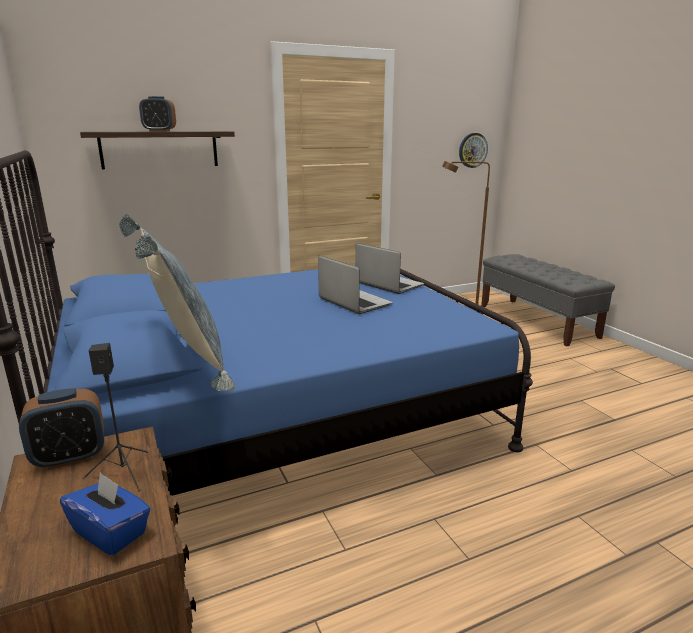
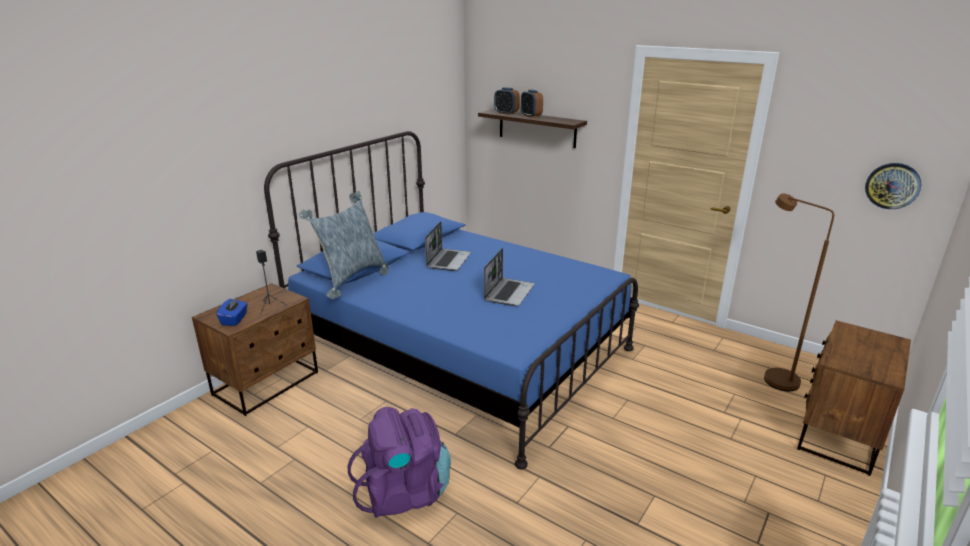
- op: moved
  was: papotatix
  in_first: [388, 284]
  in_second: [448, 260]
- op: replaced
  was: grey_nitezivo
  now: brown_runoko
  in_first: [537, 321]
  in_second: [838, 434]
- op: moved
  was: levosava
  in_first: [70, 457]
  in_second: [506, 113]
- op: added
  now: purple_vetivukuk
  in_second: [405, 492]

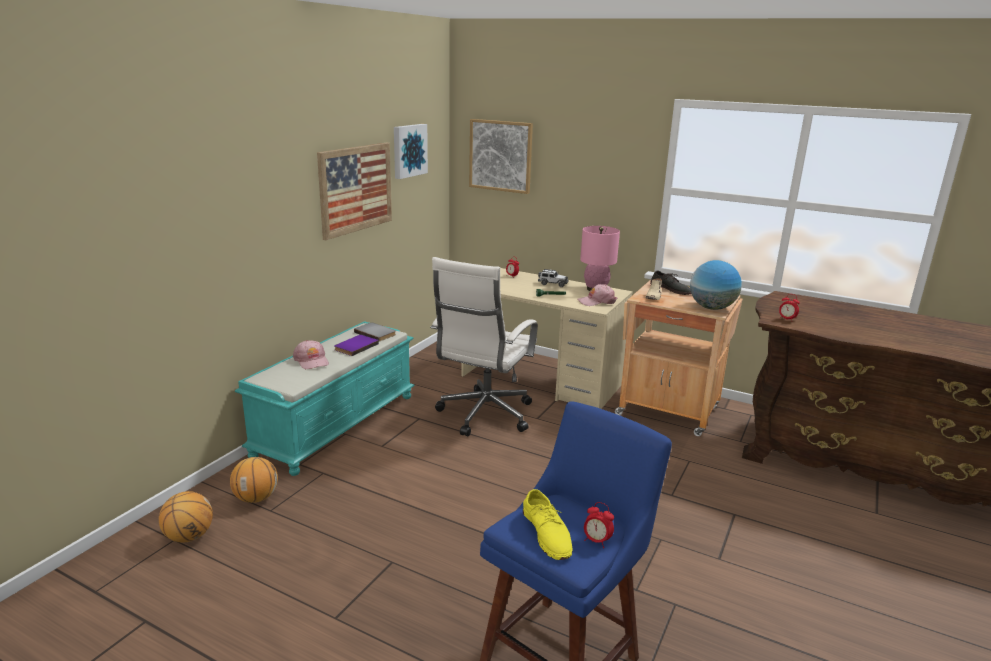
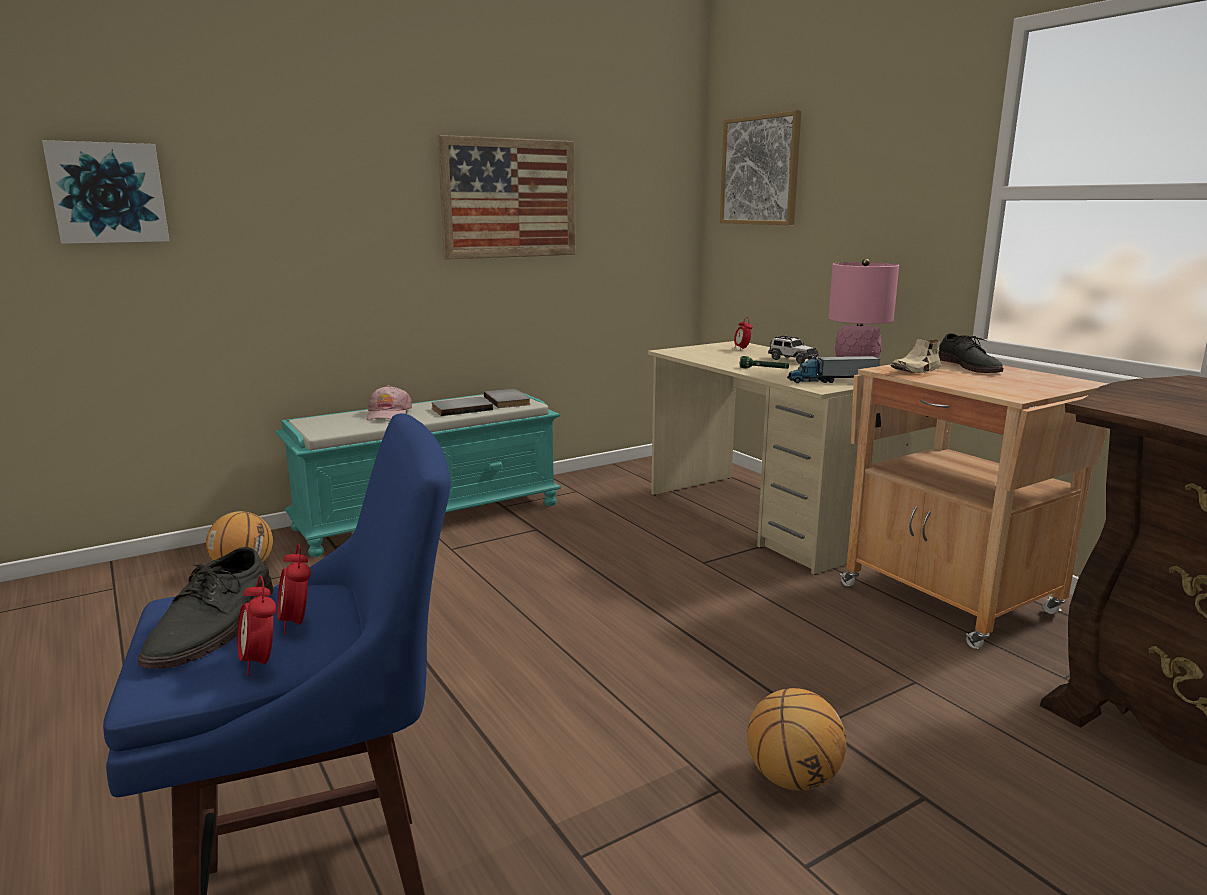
- op: moved
  was: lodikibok
  in_first: [408, 150]
  in_second: [108, 193]
- op: removed
  was: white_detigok
  in_first: [483, 416]
- op: removed
  was: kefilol
  in_first: [712, 308]
- op: replaced
  was: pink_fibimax
  now: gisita
  in_first: [596, 301]
  in_second: [832, 381]
- op: moved
  was: levosava
  in_first: [786, 319]
  in_second: [297, 623]
- op: recoloured
  was: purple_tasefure
  now: grey_tasefure
  in_first: [355, 346]
  in_second: [461, 409]
- op: recoloured
  was: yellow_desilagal
  now: grey_desilagal
  in_first: [547, 532]
  in_second: [214, 627]
- op: moved
  was: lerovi
  in_first: [189, 537]
  in_second: [792, 779]

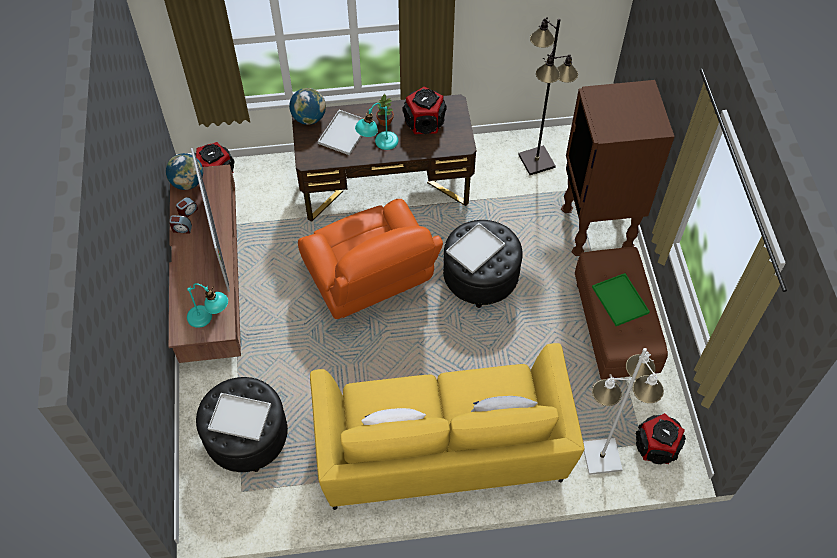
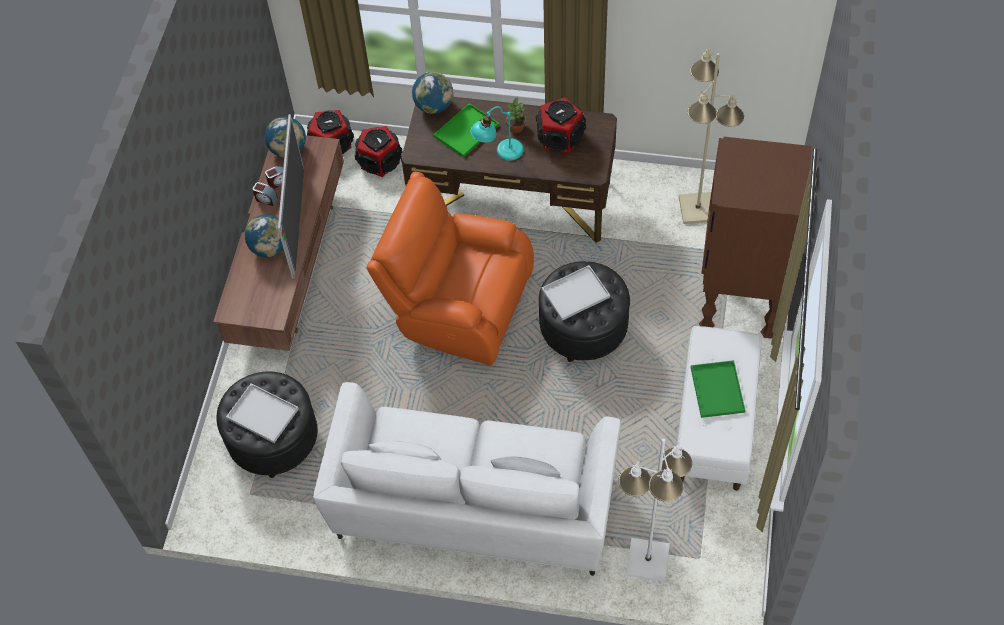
- op: recoloured
  was: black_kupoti
  now: beige_kupoti
  in_first: [536, 160]
  in_second: [698, 208]
- op: recoloured
  was: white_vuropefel
  now: green_vuropefel
  in_first: [344, 134]
  in_second: [466, 132]
- op: turned
  was: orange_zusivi
  in_first: [370, 283]
  in_second: [459, 306]
  clockwise: 120
- op: recoloured
  was: brown_nitezivo
  now: white_nitezivo
  in_first: [614, 331]
  in_second: [715, 425]
- op: removed
  was: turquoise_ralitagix
  in_first: [210, 318]
- op: recoloured
  was: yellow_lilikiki
  now: white_lilikiki
  in_first: [441, 451]
  in_second: [473, 507]
- op: moved
  was: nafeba
  in_first: [656, 446]
  in_second: [380, 161]
- op: added
  now: kefilol
  in_second: [270, 248]

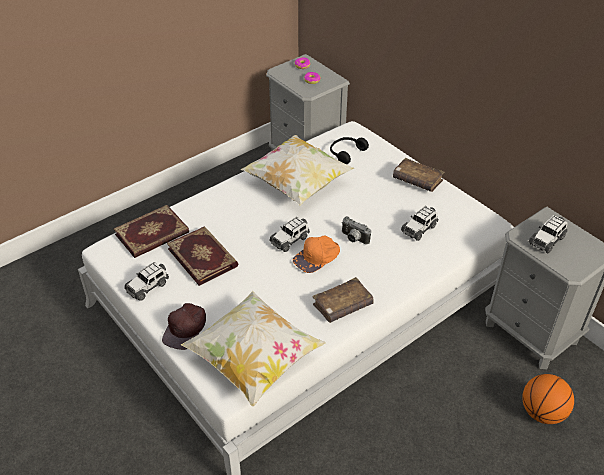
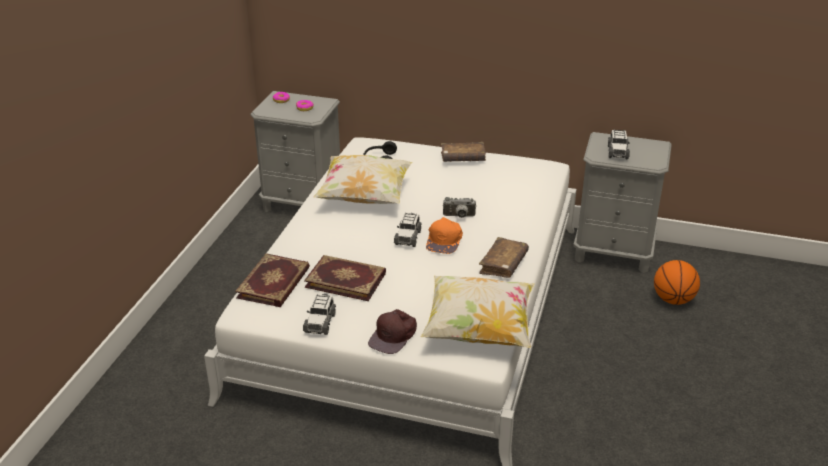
- op: removed
  was: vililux
  in_first: [419, 228]
- op: turned
  was: brown_fibimax
  in_first: [185, 328]
  in_second: [394, 336]
  clockwise: 45

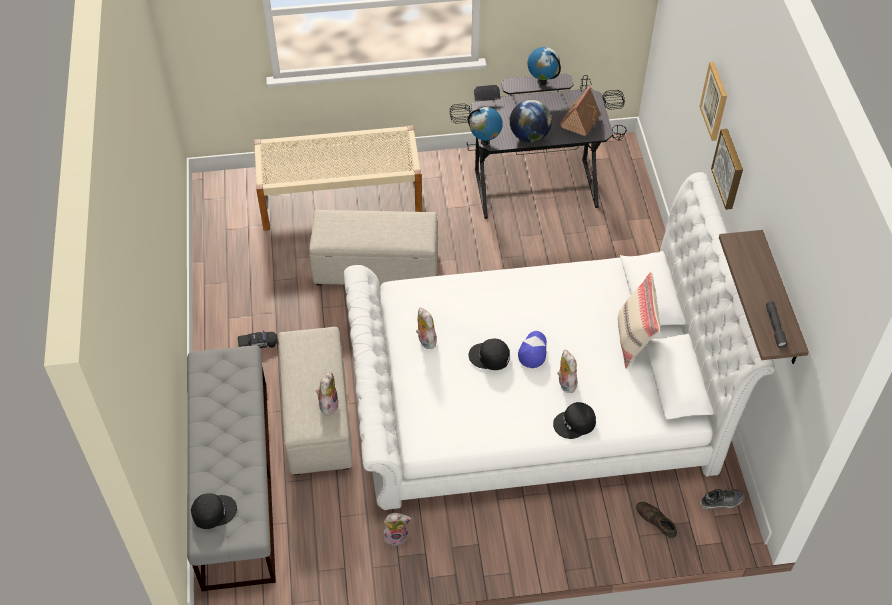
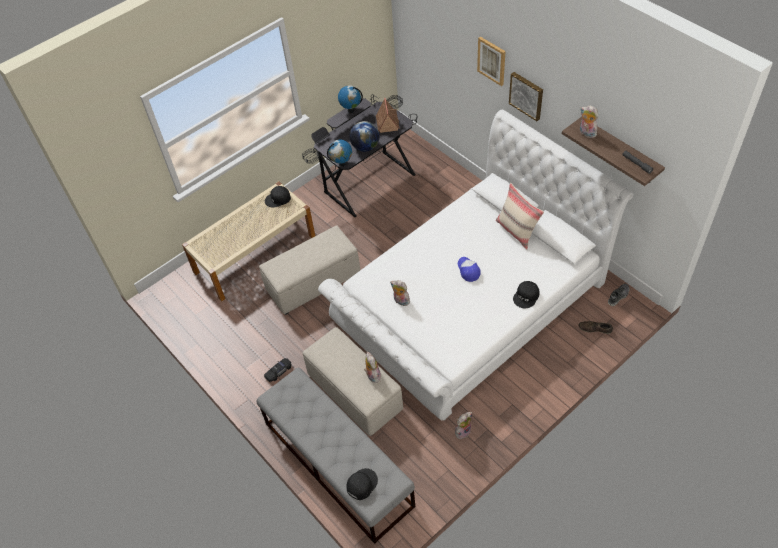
- op: moved
  was: black_fibimax
  in_first: [489, 357]
  in_second: [278, 199]
- op: moved
  was: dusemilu
  in_first: [565, 383]
  in_second: [586, 133]

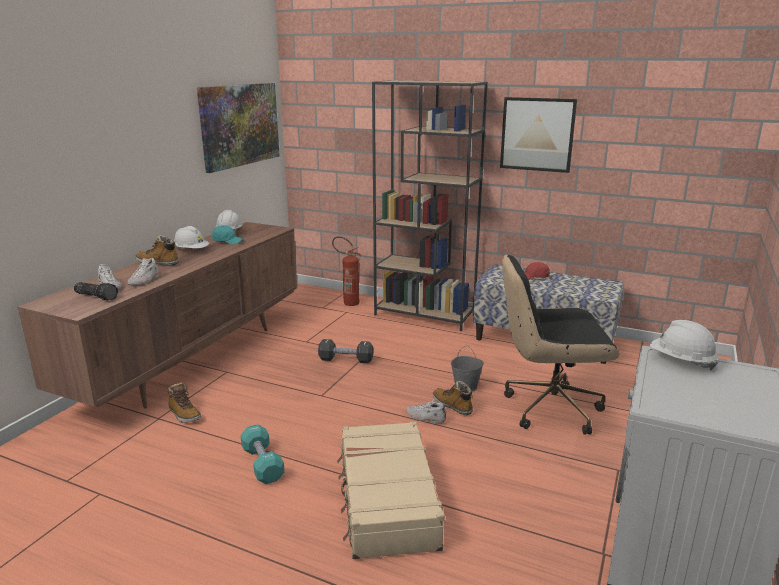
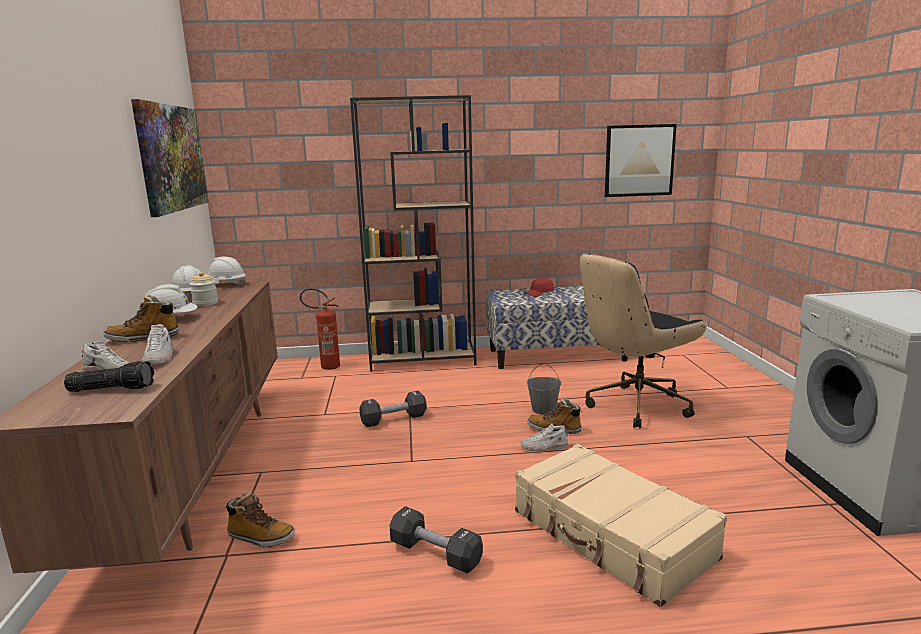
- op: moved
  was: lodikibok
  in_first: [537, 134]
  in_second: [639, 160]
- op: replaced
  was: turquoise_fibimax
  now: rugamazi
  in_first: [227, 241]
  in_second: [205, 303]
- op: moved
  was: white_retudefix
  in_first: [681, 361]
  in_second: [226, 285]
- op: recoloured
  was: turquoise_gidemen
  now: black_gidemen
  in_first: [262, 464]
  in_second: [435, 554]

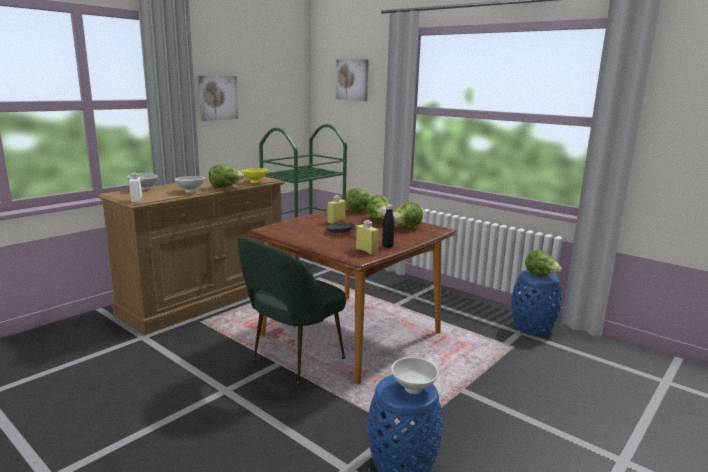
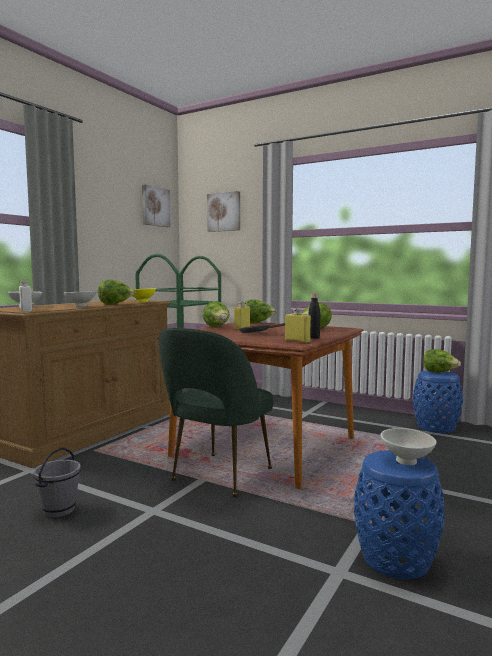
- op: moved
  was: lodikibok
  in_first: [217, 98]
  in_second: [155, 206]
- op: moved
  was: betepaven
  in_first: [379, 220]
  in_second: [217, 327]
- op: added
  now: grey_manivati
  in_second: [58, 510]

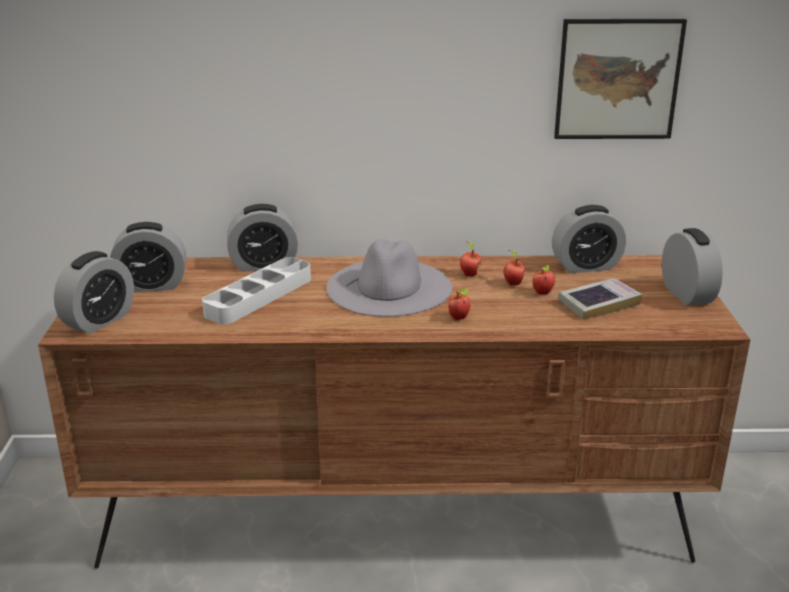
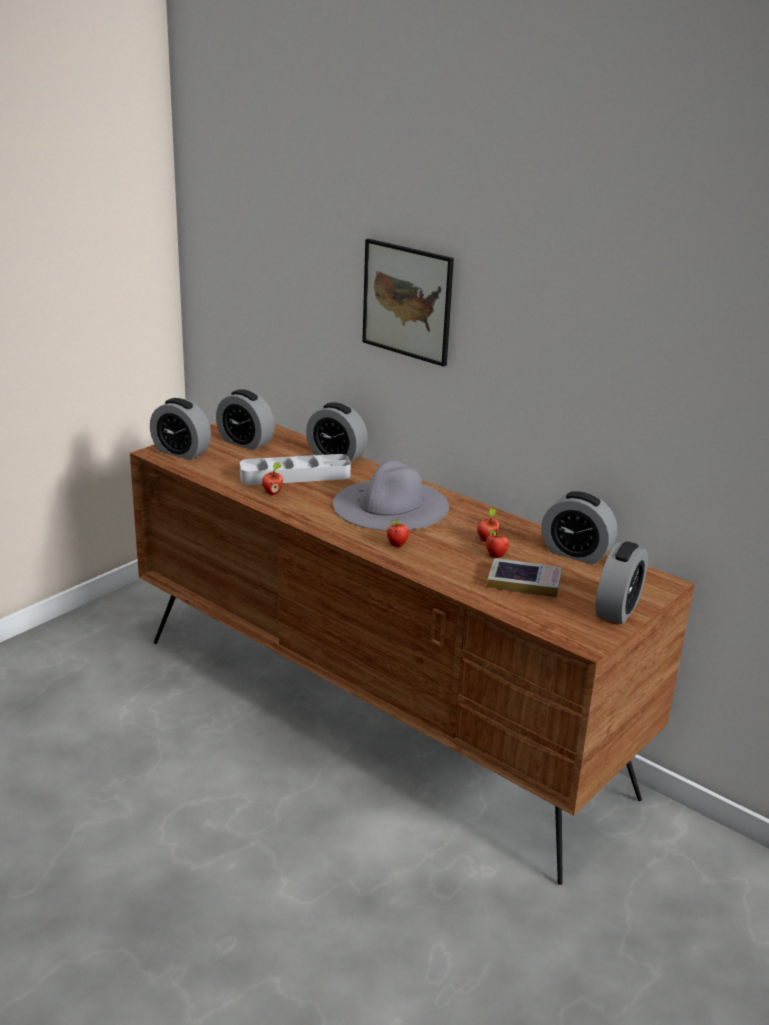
- op: moved
  was: lodikibok
  in_first: [617, 79]
  in_second: [407, 301]
- op: moved
  was: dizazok
  in_first: [469, 274]
  in_second: [272, 492]
- op: turned
  was: levosava
  in_first: [99, 320]
  in_second: [181, 452]
  clockwise: 45

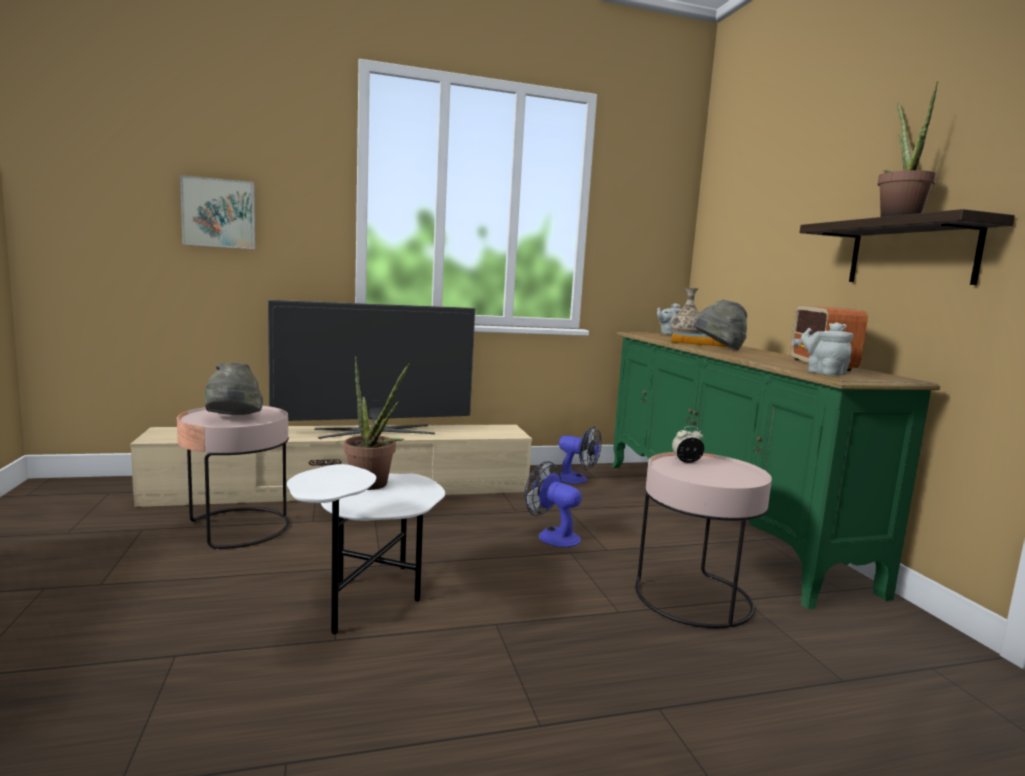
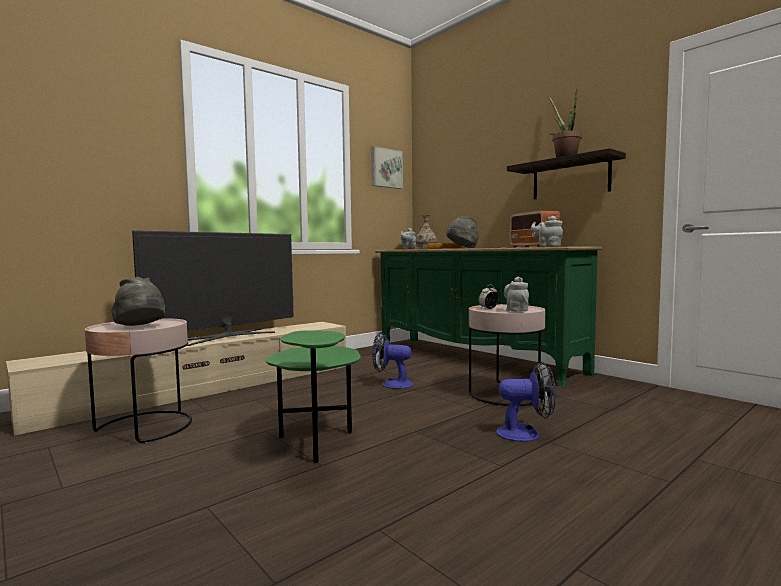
- op: moved
  was: lodikibok
  in_first: [219, 213]
  in_second: [386, 168]
- op: removed
  was: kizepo
  in_first: [373, 486]
- op: moved
  was: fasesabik
  in_first: [576, 480]
  in_second: [526, 433]
- op: recoloured
  was: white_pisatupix
  now: green_pisatupix
  in_first: [369, 601]
  in_second: [316, 441]
- op: added
  now: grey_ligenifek
  in_second: [516, 310]

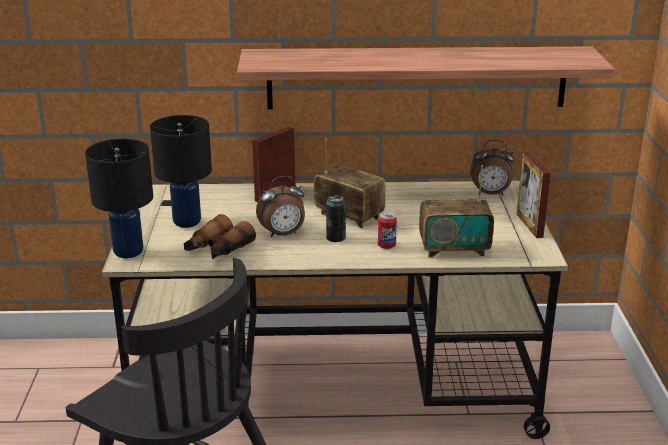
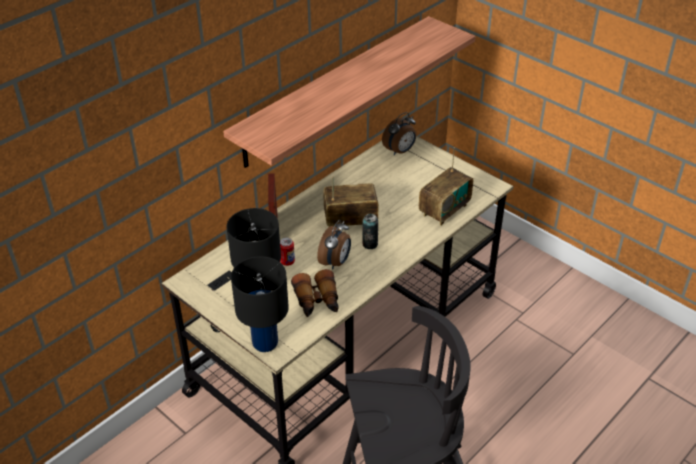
- op: removed
  was: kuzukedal
  in_first: [529, 225]
- op: moved
  was: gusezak
  in_first: [386, 246]
  in_second: [287, 262]

